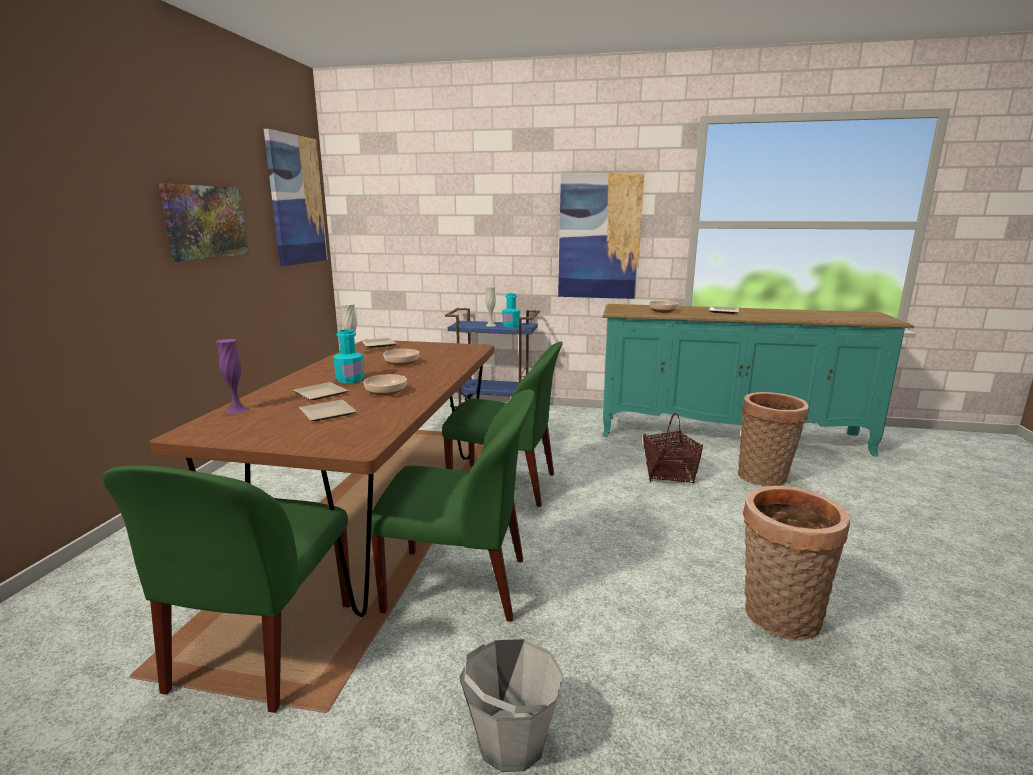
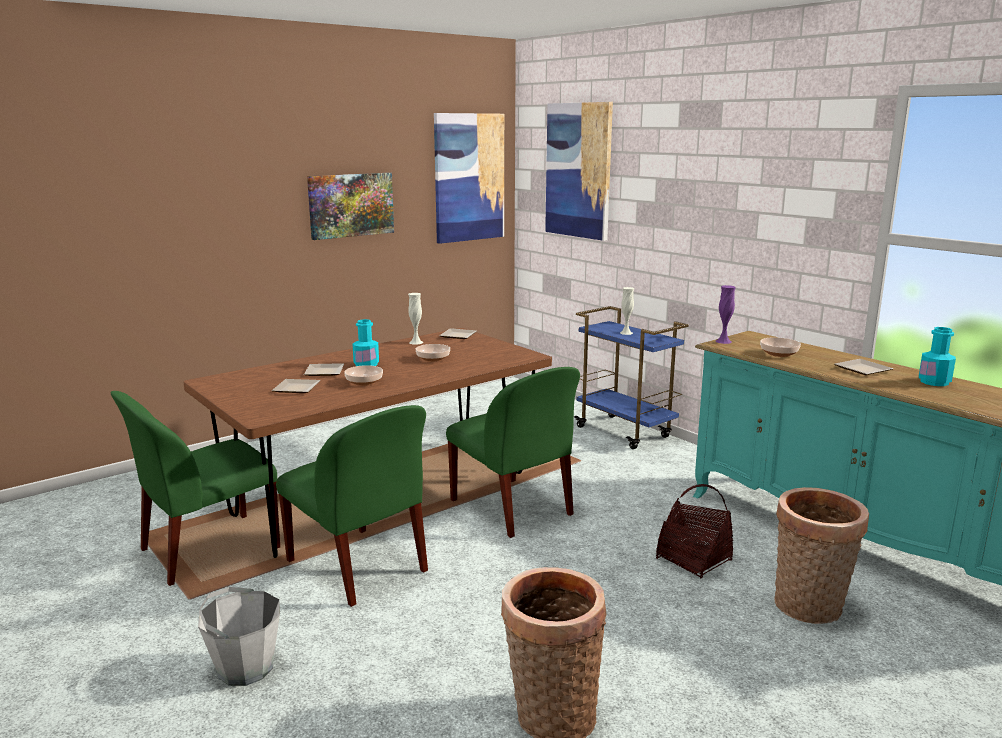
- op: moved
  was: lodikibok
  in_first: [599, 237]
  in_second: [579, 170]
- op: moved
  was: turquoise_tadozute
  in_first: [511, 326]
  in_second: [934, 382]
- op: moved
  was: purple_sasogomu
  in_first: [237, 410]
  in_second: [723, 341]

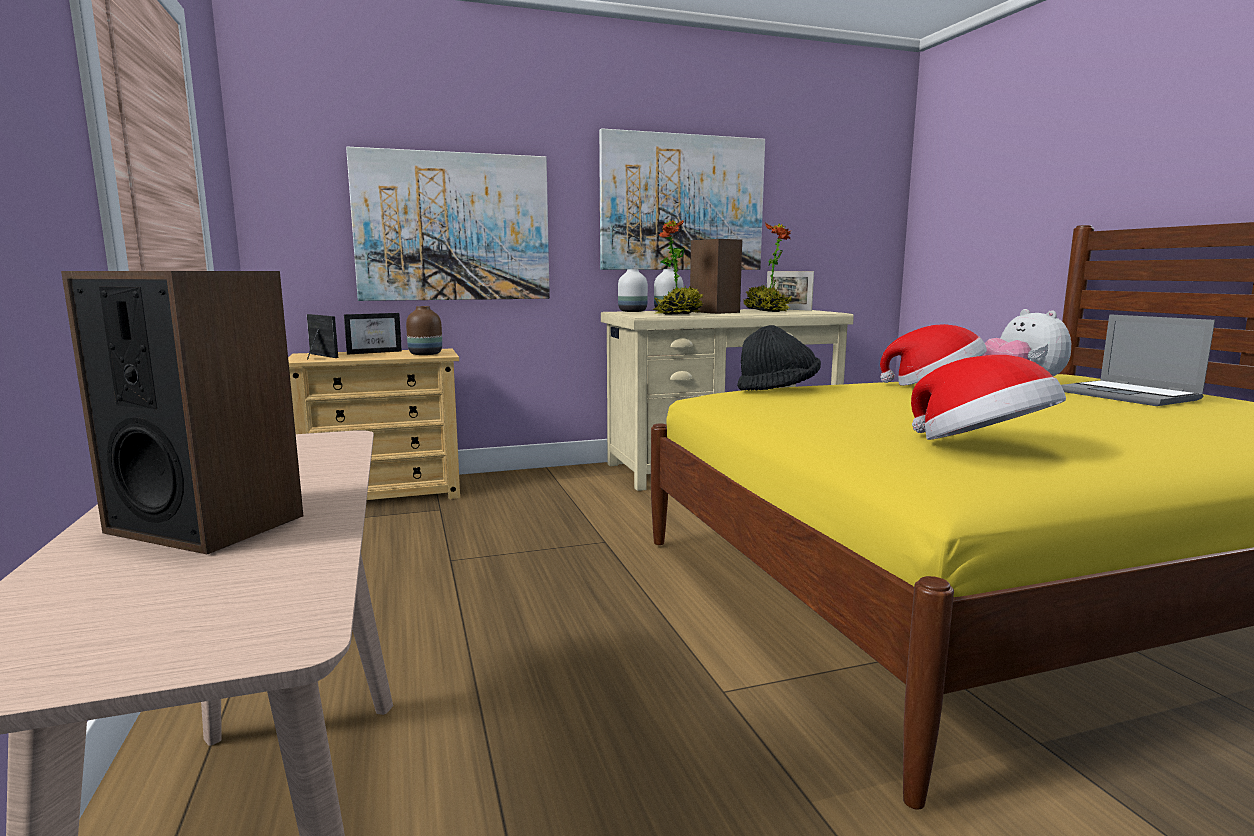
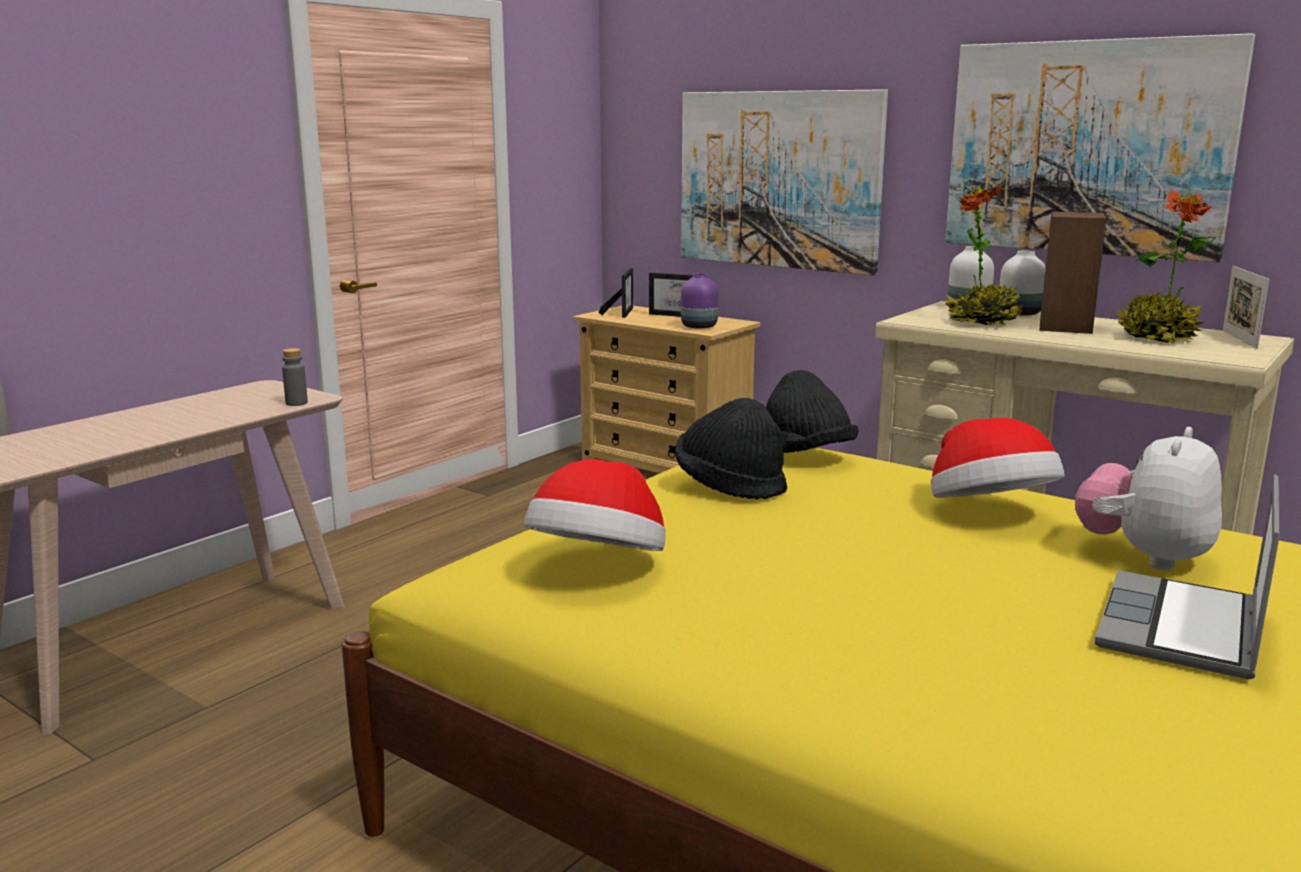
- op: removed
  was: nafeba
  in_first: [207, 523]
- op: recoloured
  was: brown_sasogomu
  now: purple_sasogomu
  in_first: [426, 354]
  in_second: [699, 327]
- op: added
  now: grey_tadozute
  in_second: [296, 403]
- op: added
  now: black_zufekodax
  in_second: [730, 485]

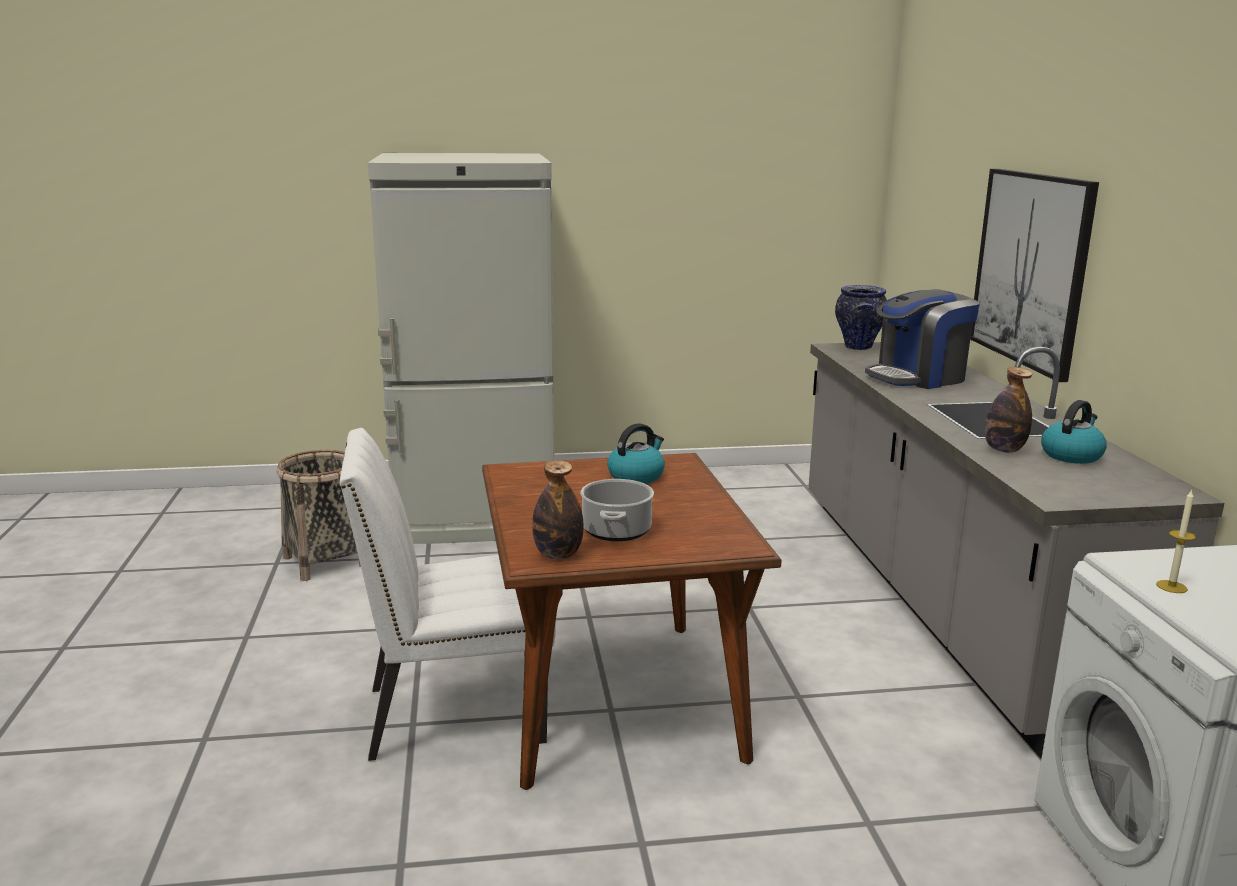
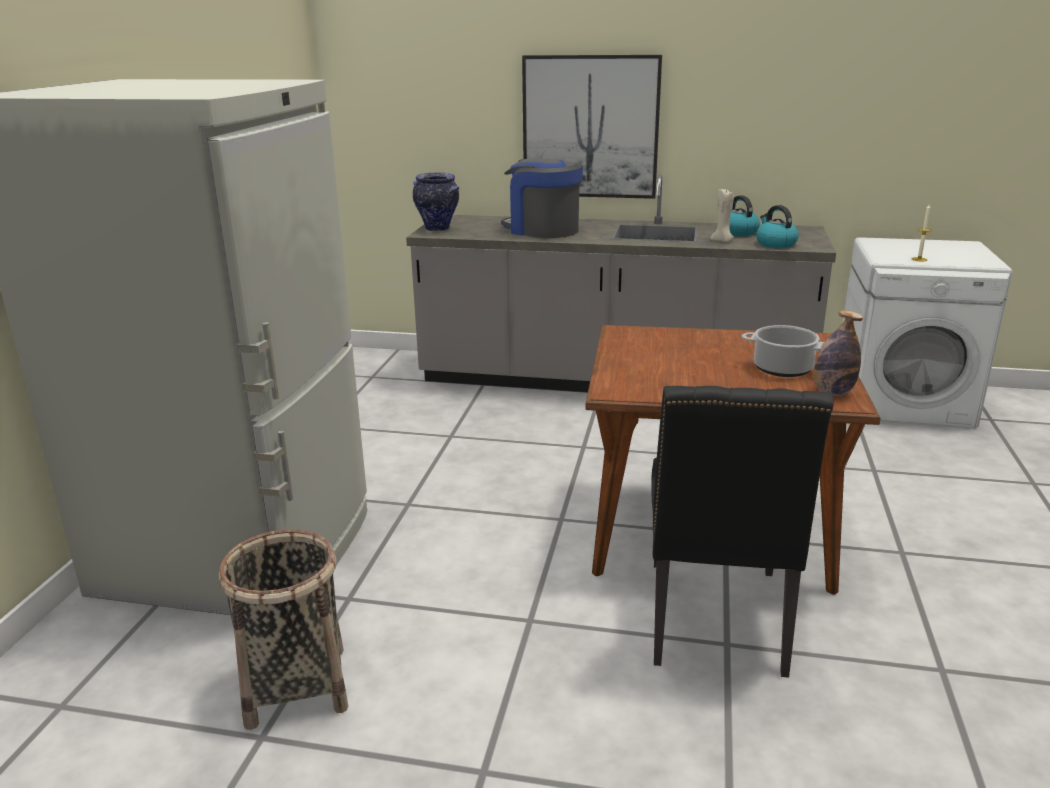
- op: turned
  was: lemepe
  in_first: [918, 377]
  in_second: [542, 230]
  clockwise: 135
- op: replaced
  was: tadozute
  now: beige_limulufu
  in_first: [1004, 450]
  in_second: [722, 241]
- op: moved
  was: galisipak
  in_first: [636, 476]
  in_second: [775, 244]
- op: recoloured
  was: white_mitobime
  now: black_mitobime
  in_first: [457, 714]
  in_second: [715, 615]

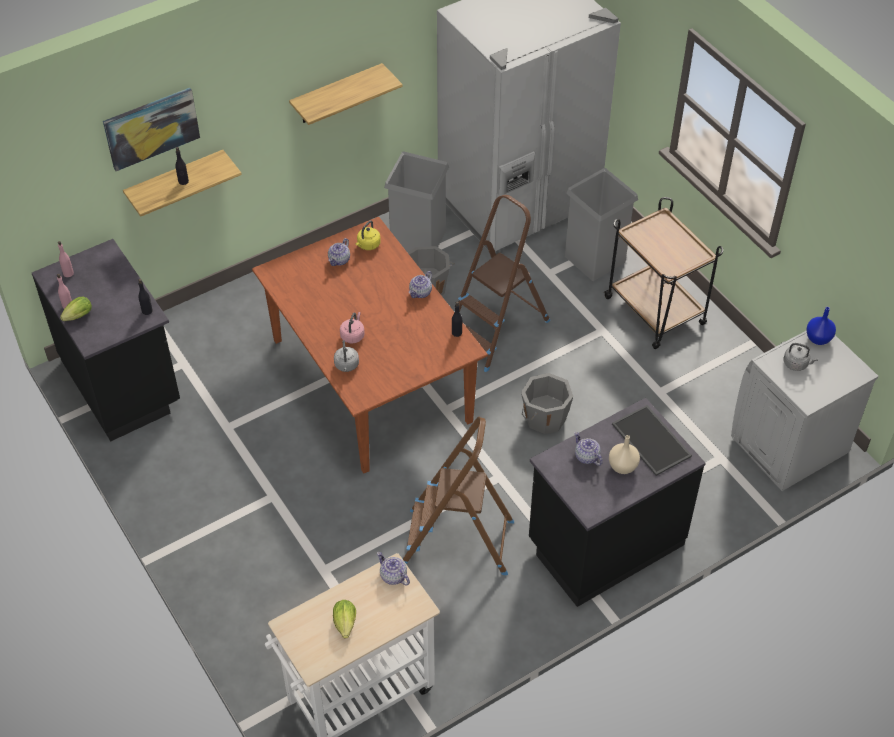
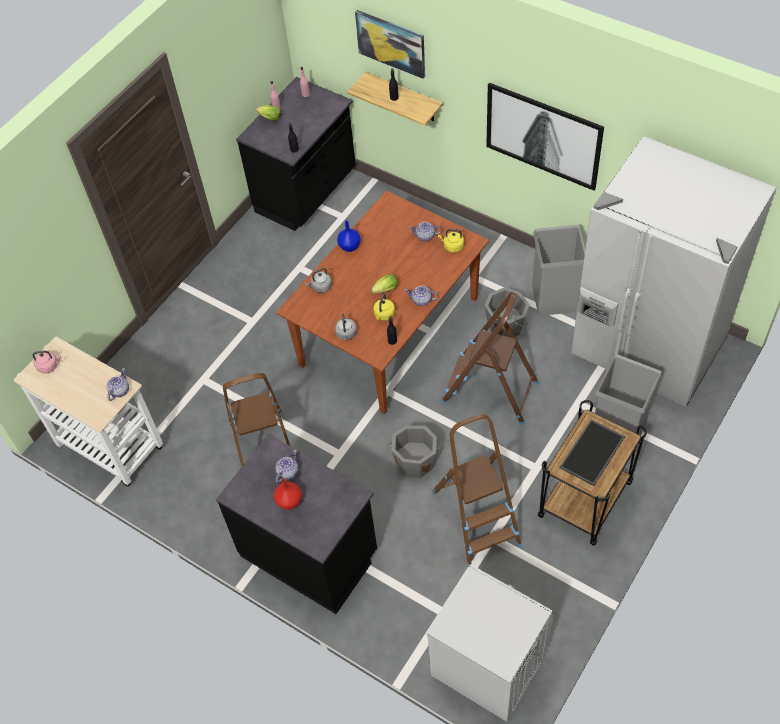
- op: replaced
  was: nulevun
  now: lodikibok
  in_first: [337, 94]
  in_second: [543, 136]
- op: moved
  was: blue_sasogomu
  in_first: [817, 338]
  in_second: [350, 246]
- op: moved
  was: pink_galisipak
  in_first: [353, 335]
  in_second: [49, 366]
- op: moved
  was: grey_galisipak
  in_first: [797, 364]
  in_second: [346, 334]
- op: moved
  was: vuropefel
  in_first: [652, 440]
  in_second: [593, 453]
- op: recoloured
  was: beige_sasogomu
  now: red_sasogomu
  in_first: [623, 466]
  in_second: [290, 501]
- op: moved
  was: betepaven
  in_first: [345, 625]
  in_second: [384, 290]
- op: added
  now: yellow_galisipak
  in_second: [384, 315]
- op: added
  now: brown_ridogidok
  in_second: [476, 519]

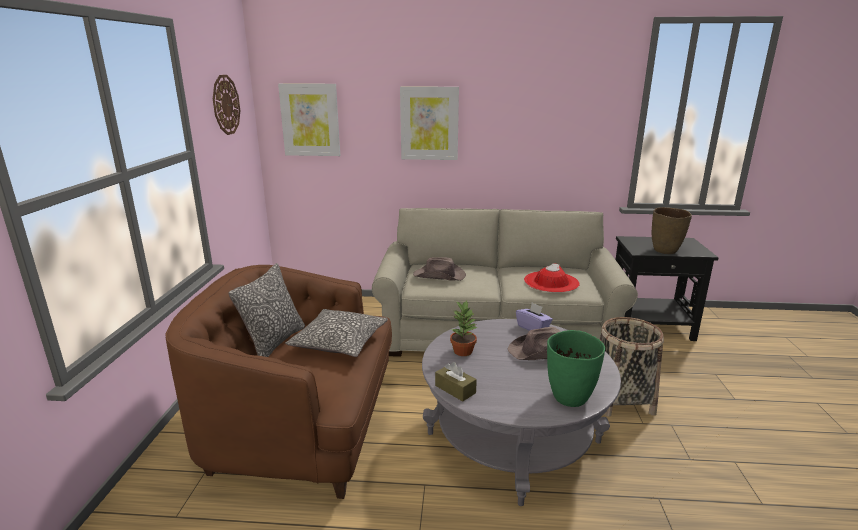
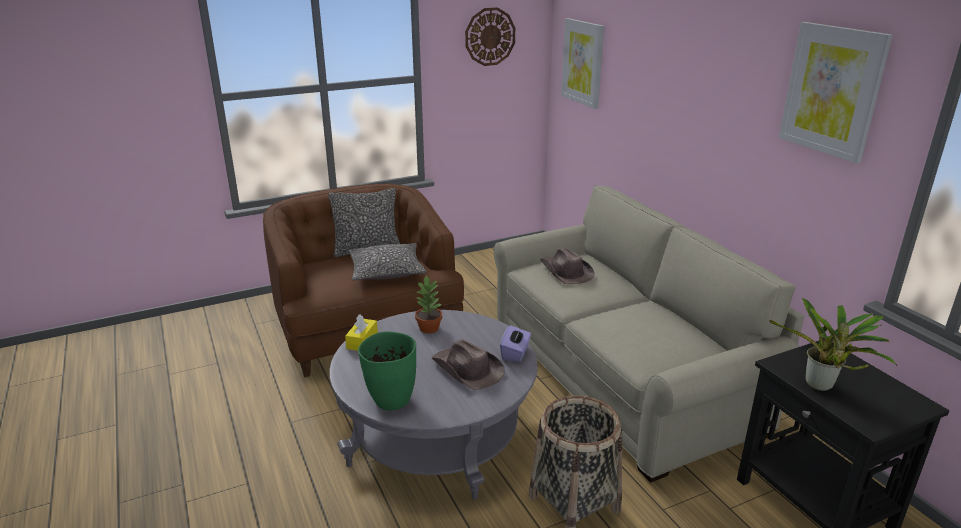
- op: moved
  was: lodikibok
  in_first: [429, 123]
  in_second: [832, 90]
- op: replaced
  was: brown_sasogomu
  now: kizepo
  in_first: [665, 251]
  in_second: [821, 387]
- op: removed
  was: red_zufekodax
  in_first: [551, 282]
- op: recoloured
  was: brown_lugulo
  now: yellow_lugulo
  in_first: [455, 389]
  in_second: [362, 341]

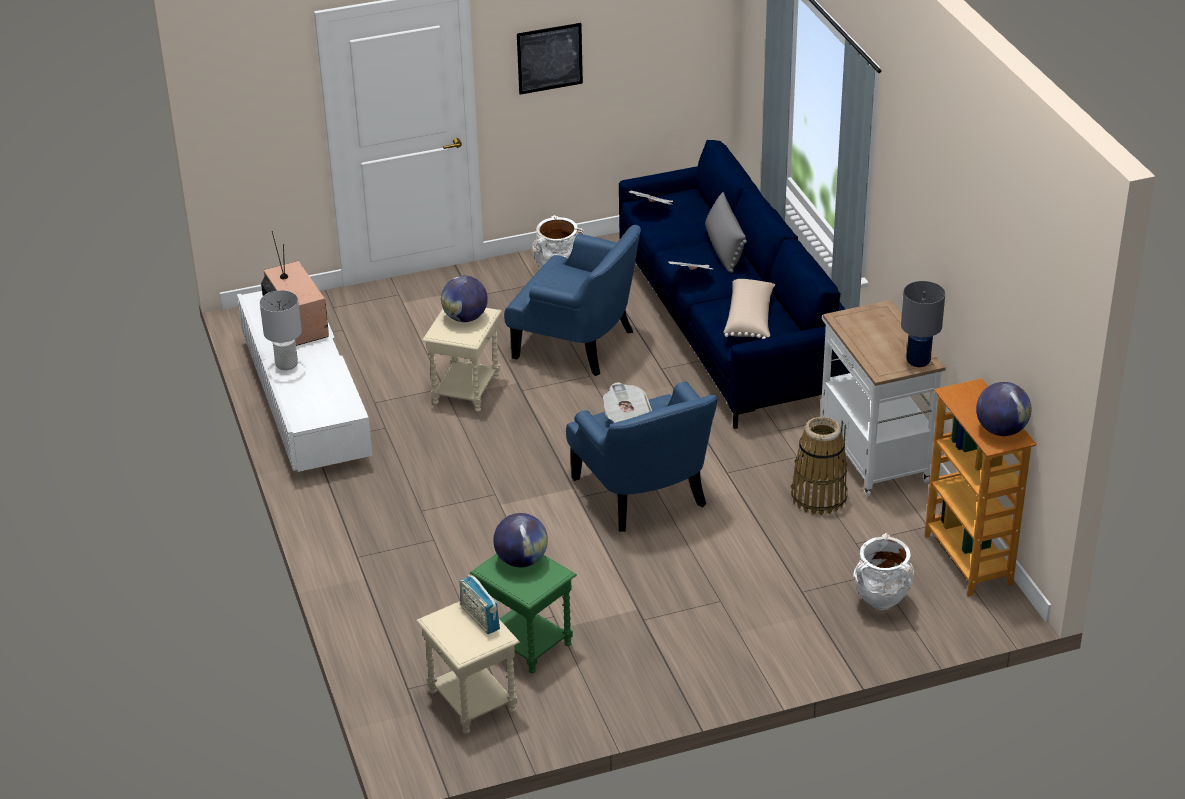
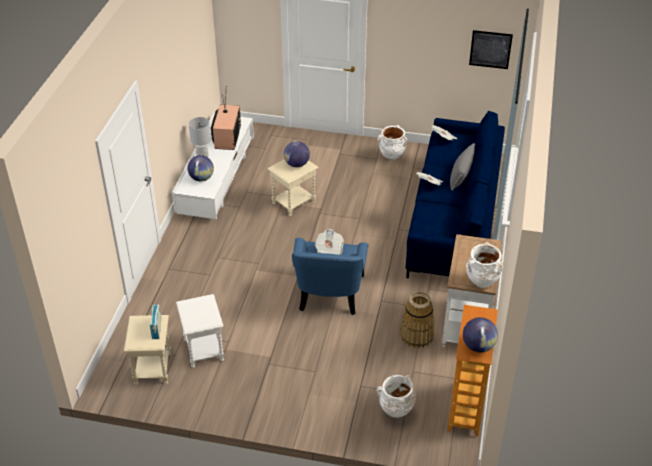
- op: moved
  was: lodikibok
  in_first: [549, 58]
  in_second: [490, 49]
- op: removed
  was: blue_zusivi
  in_first: [577, 343]
- op: removed
  was: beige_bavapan
  in_first: [750, 319]
- op: replaced
  was: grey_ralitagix
  now: white_sasogomu
  in_first: [918, 363]
  in_second: [482, 284]
- op: moved
  was: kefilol
  in_first: [521, 560]
  in_second: [201, 178]
- op: recoloured
  was: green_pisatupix
  now: white_pisatupix
  in_first: [527, 641]
  in_second: [204, 349]

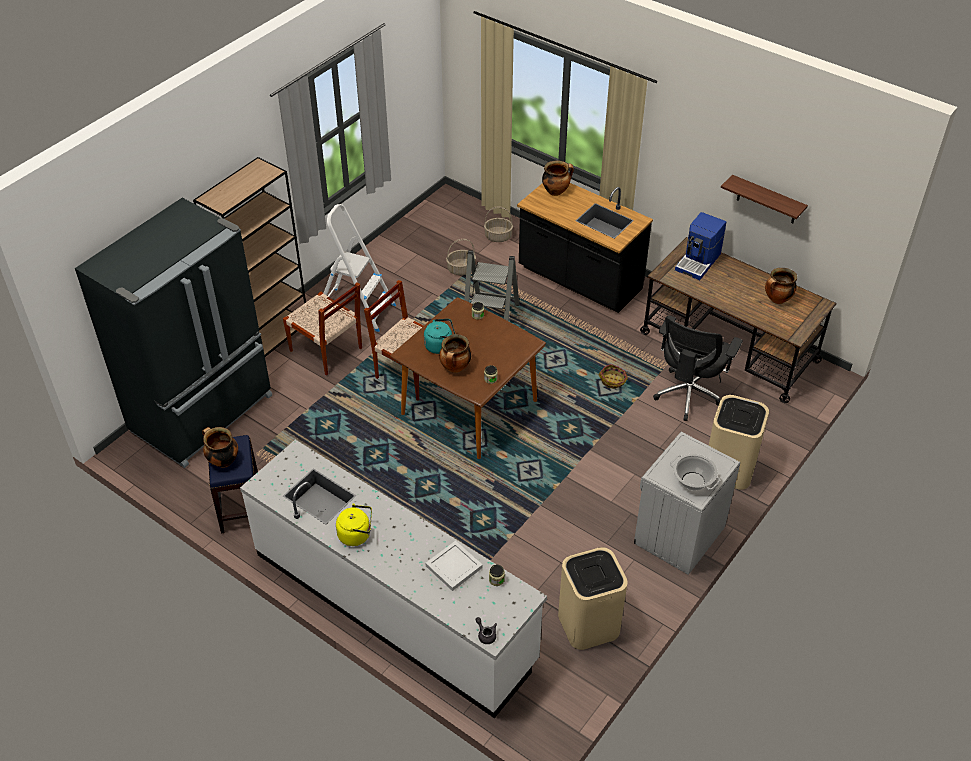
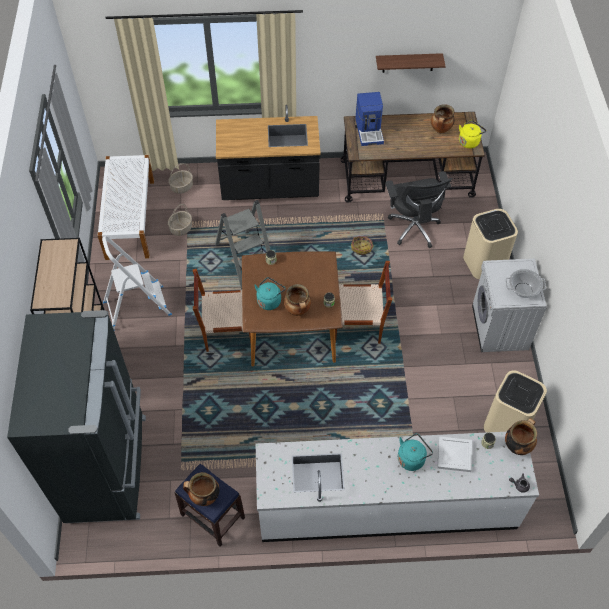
- op: moved
  was: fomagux
  in_first: [556, 191]
  in_second: [517, 445]
- op: moved
  was: mitobime
  in_first: [327, 351]
  in_second: [358, 325]
- op: moved
  was: yellow_galisipak
  in_first: [356, 535]
  in_second: [469, 141]
- op: added
  now: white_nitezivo
  in_second: [130, 219]
- op: added
  now: turquoise_galisipak
  in_second: [412, 458]

